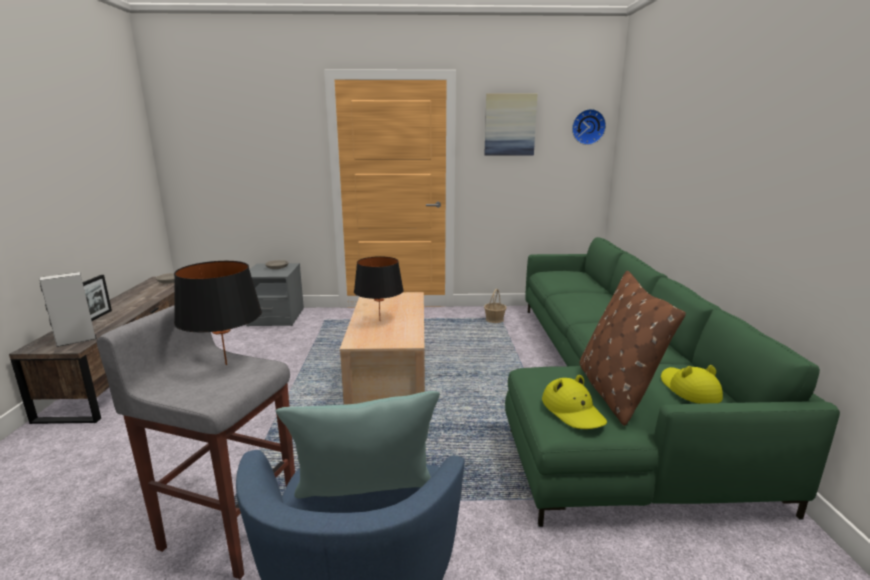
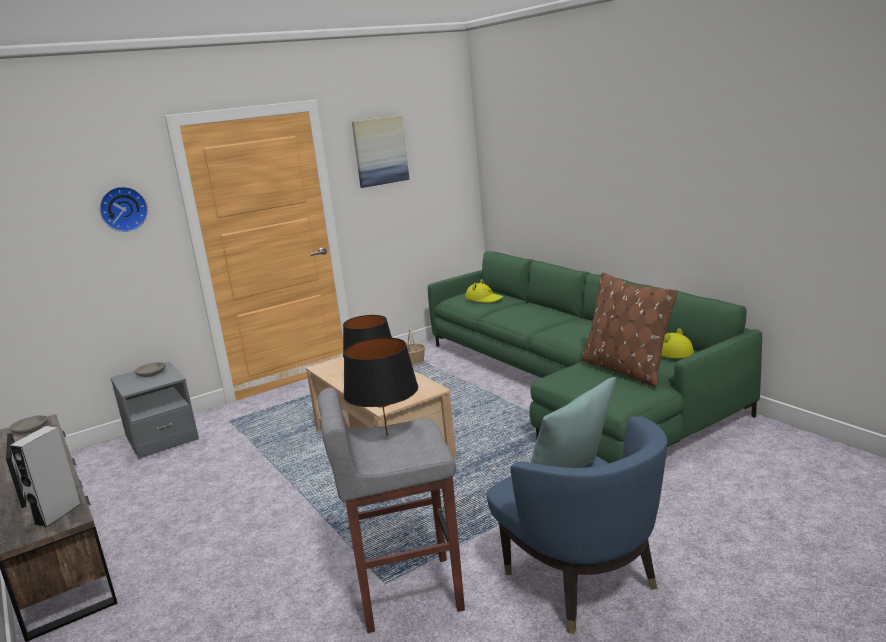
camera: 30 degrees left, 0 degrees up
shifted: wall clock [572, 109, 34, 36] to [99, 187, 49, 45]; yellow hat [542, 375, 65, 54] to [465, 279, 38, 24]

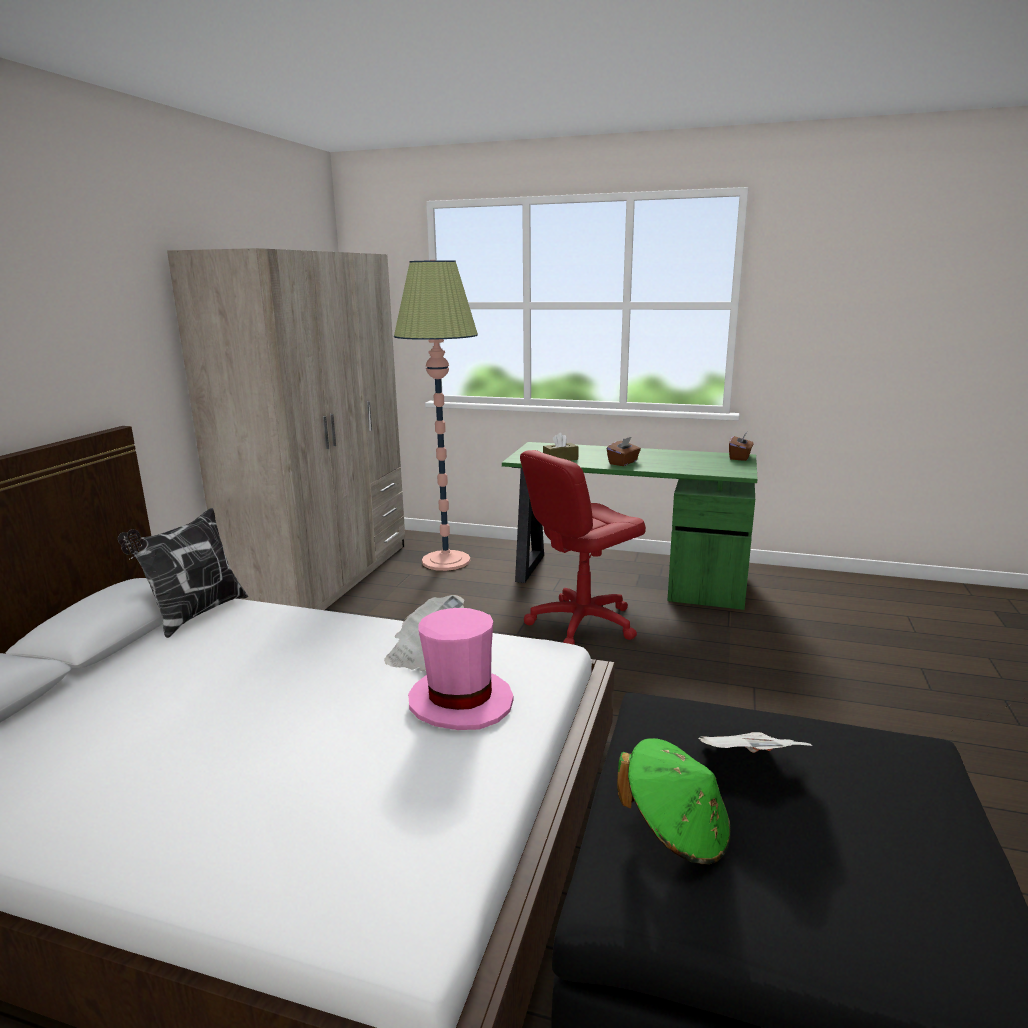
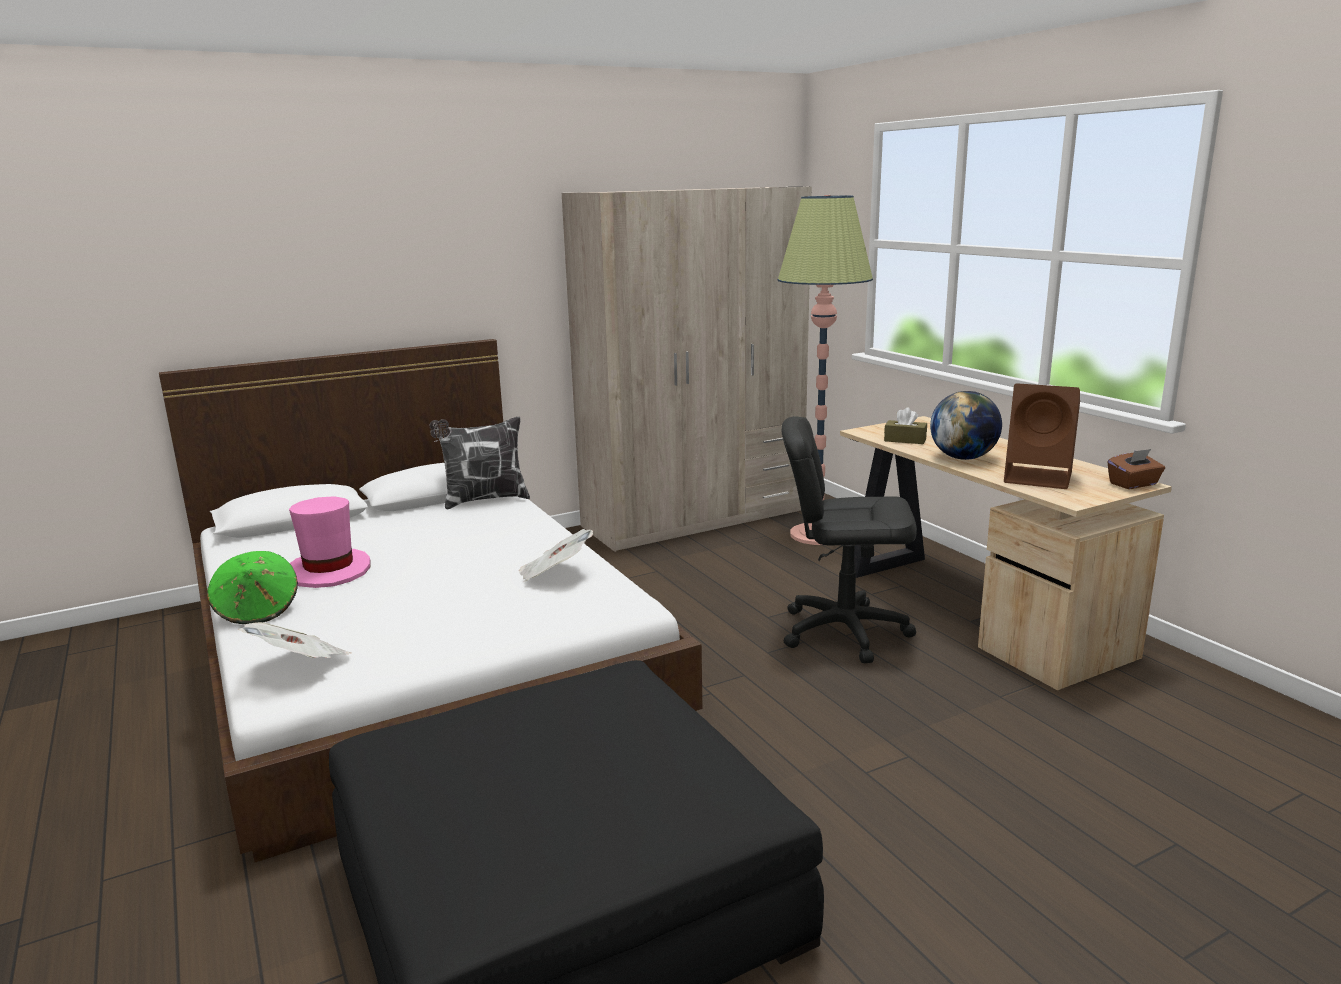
camera: 45 degrees right, 0 degrees up
new: brown speaker [1004, 383, 76, 106]
shifted: pink hat [408, 608, 105, 122] to [289, 496, 82, 92]; newspaper [699, 732, 113, 21] to [238, 622, 114, 36]; green hat [617, 738, 114, 126] to [207, 551, 91, 73]
swapped: brown tissue box [607, 437, 34, 29] to globe [930, 391, 72, 69]
repainted: green desk [502, 442, 256, 168] to beige desk [840, 416, 332, 274]; red office chair [520, 450, 126, 195] to black office chair [782, 417, 135, 246]

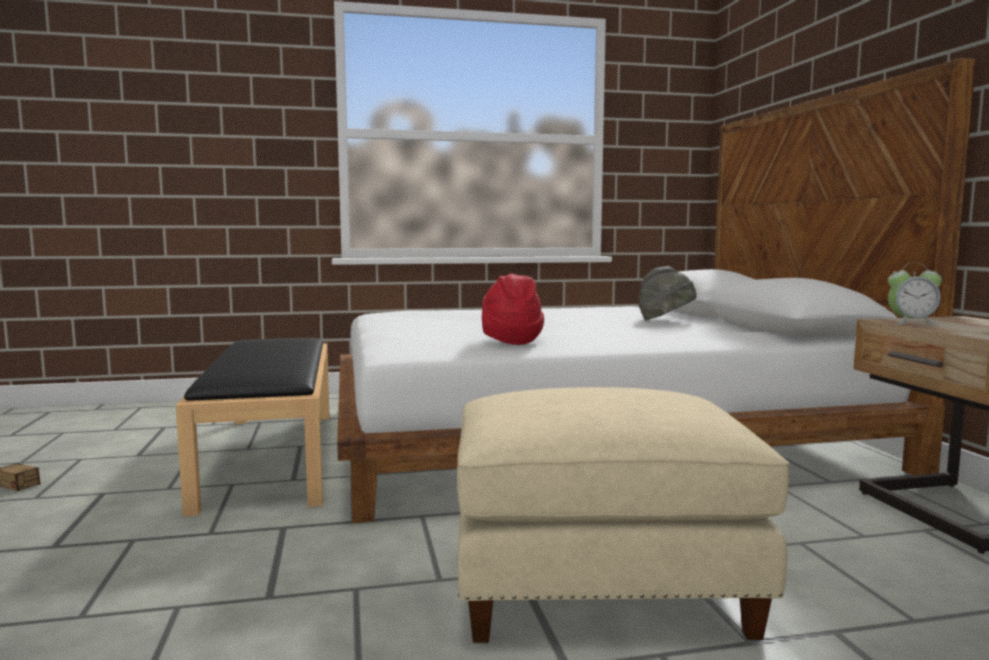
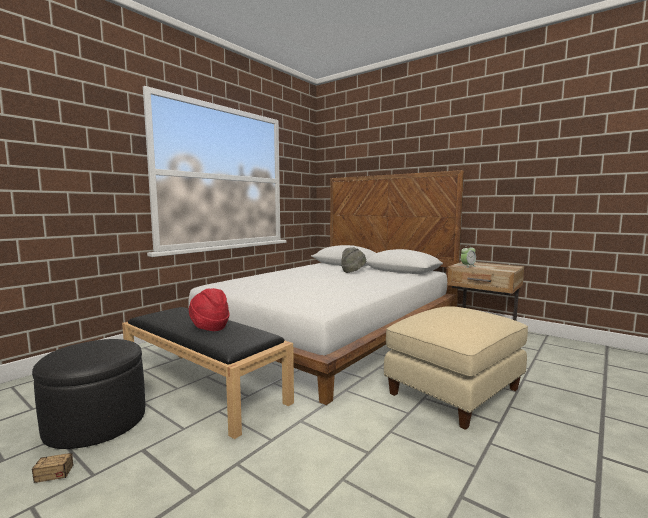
camera: 40 degrees left, 0 degrees up
new: black ottoman [32, 339, 113, 110]
shifted: red hat [482, 273, 62, 72] to [188, 288, 41, 43]

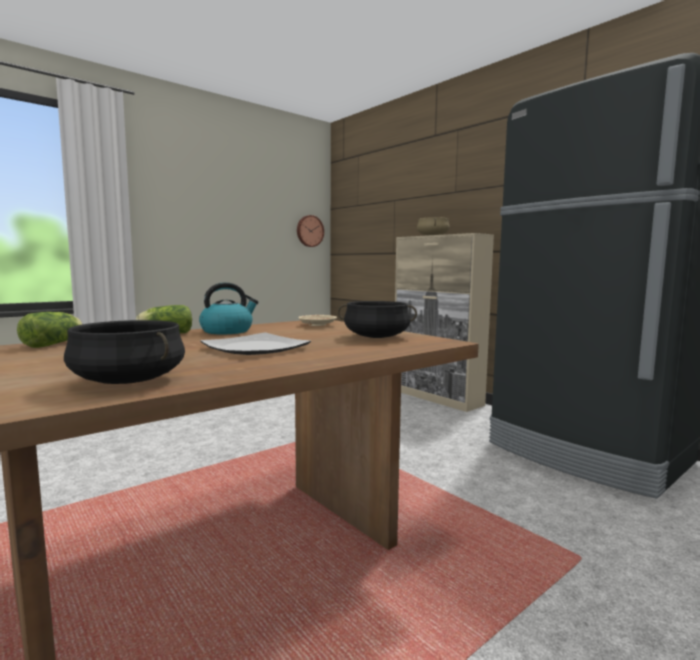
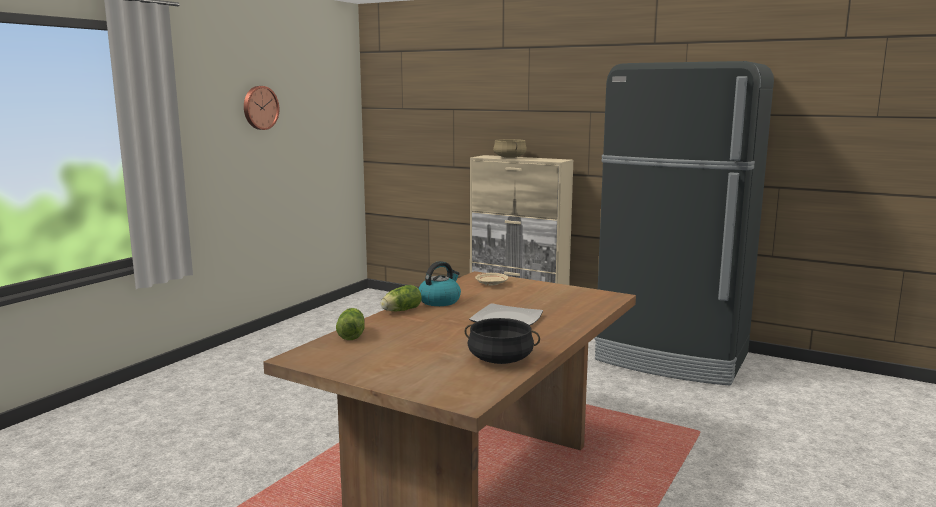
camera: 20 degrees left, 5 degrees up
gone: black cooking pot [338, 301, 79, 37]
shifted: wall clock [297, 215, 27, 32] to [244, 86, 35, 44]

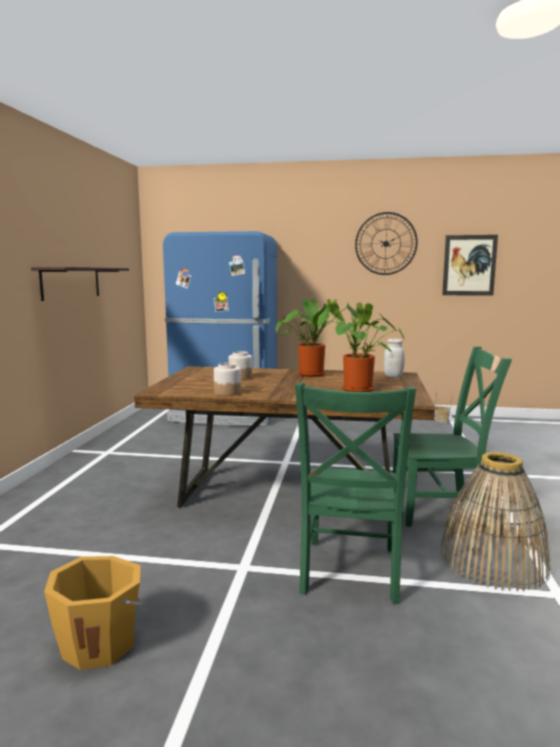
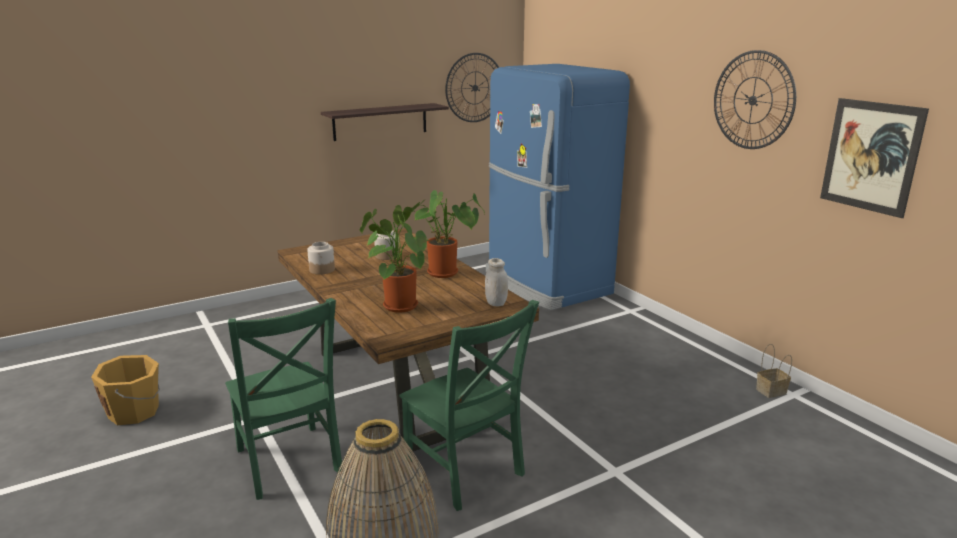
camera: 50 degrees right, 10 degrees up
new: wall clock [445, 53, 54, 69]
rotated: green chair [295, 383, 121, 221] = [225, 298, 118, 202] 90 degrees counterclockwise

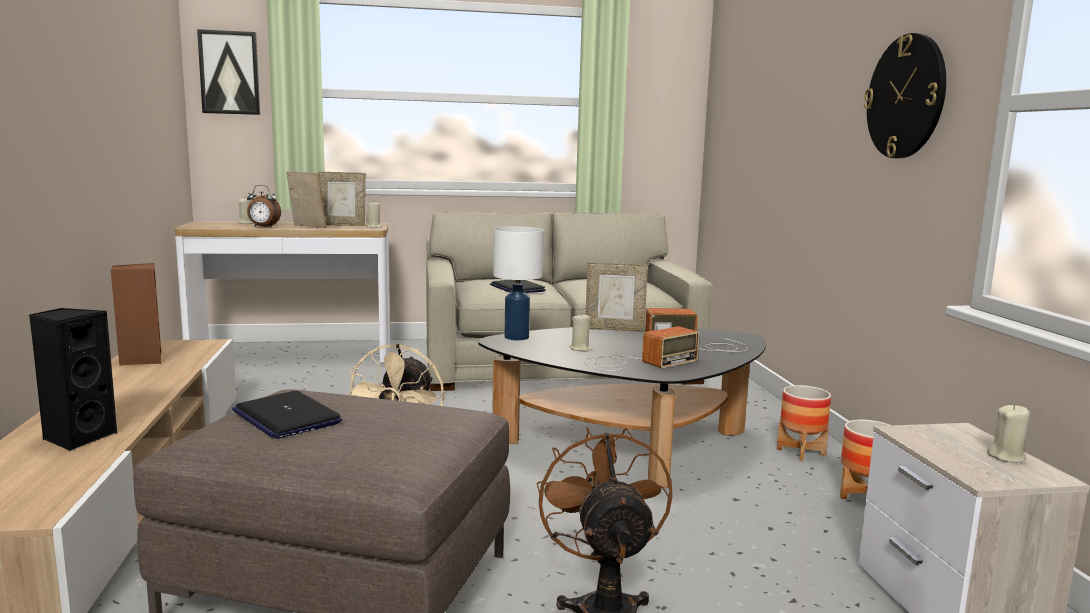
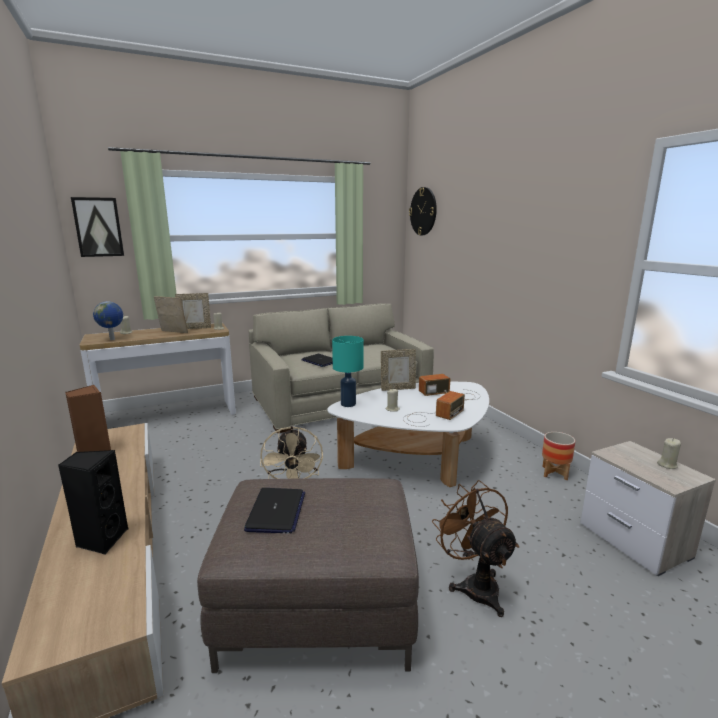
camera: 15 degrees left, 5 degrees up
gone: alarm clock [247, 185, 34, 43]; planter [777, 385, 54, 76]
new: globe [93, 301, 30, 39]
shifted: wall clock [864, 33, 82, 125] to [409, 187, 28, 48]
repainted: white table lamp [493, 227, 51, 113] to turquoise table lamp [332, 336, 32, 71]; black coffee table [478, 327, 288, 161] to white coffee table [327, 382, 162, 105]
rotated: laptop [232, 391, 110, 48] = [244, 488, 61, 45] 120 degrees counterclockwise

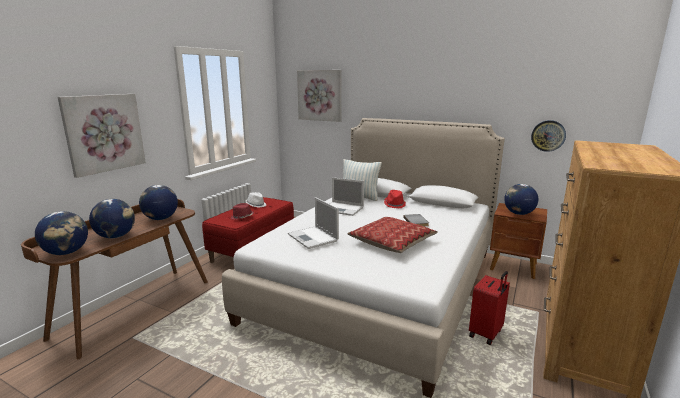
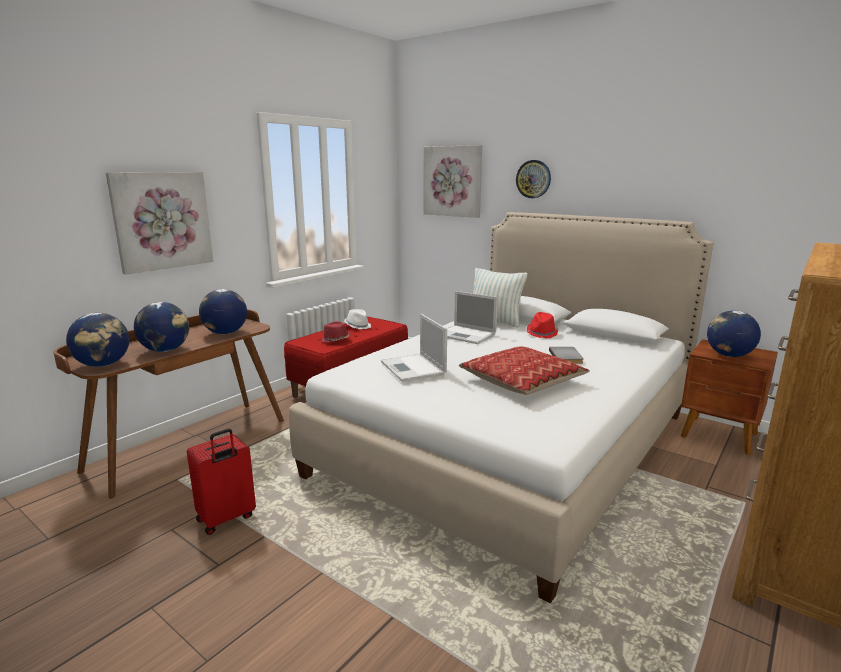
camera: 10 degrees right, 0 degrees up
shifted: wall clock [531, 120, 35, 32] to [516, 160, 35, 38]; red suitcase [469, 271, 41, 74] to [187, 429, 69, 106]

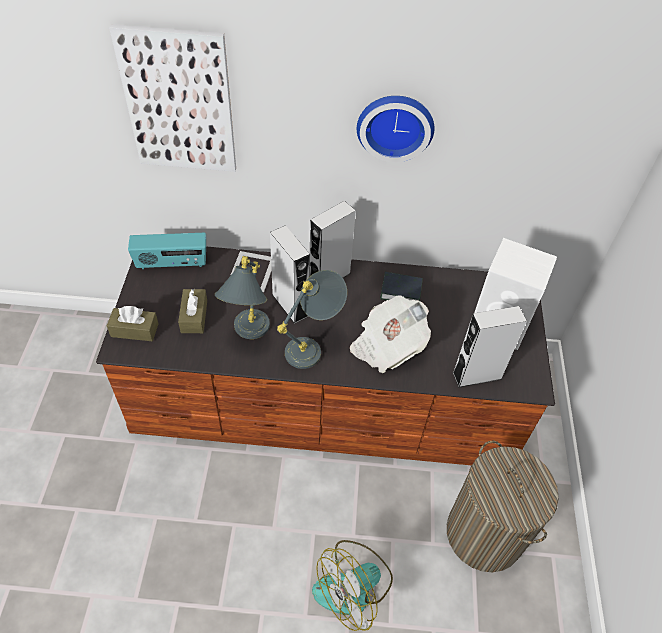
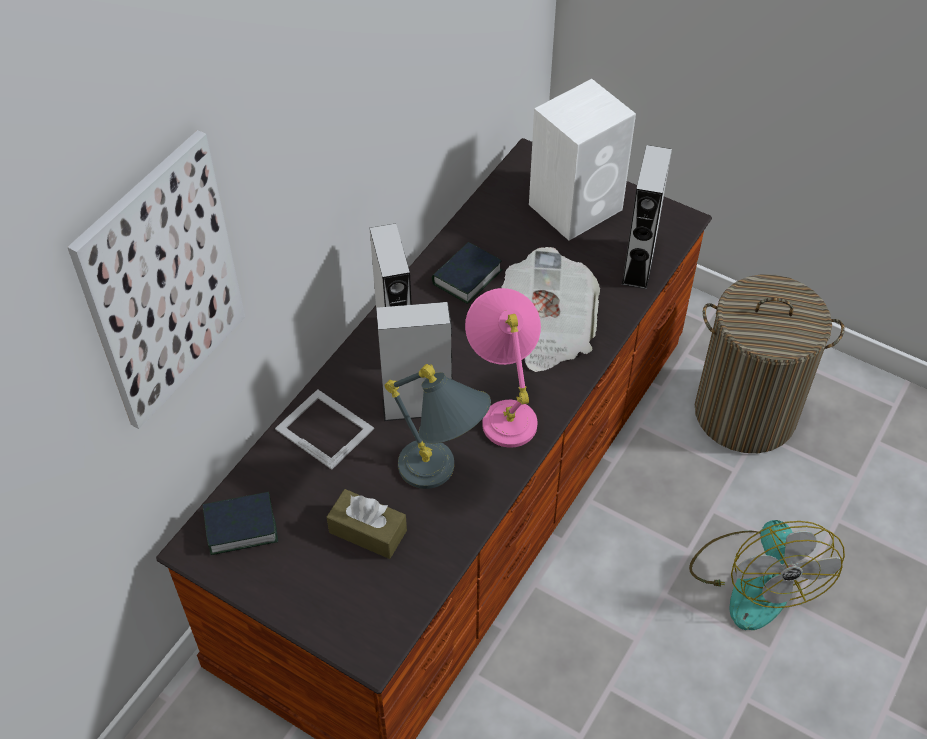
camera: 60 degrees left, 0 degrees up
gone: wall clock [357, 96, 78, 66]; brown tissue box [107, 306, 52, 35]
swapped: radio [128, 233, 78, 36] to book [202, 492, 76, 63]
repainted: grey table lamp [277, 270, 70, 99] to pink table lamp [465, 288, 76, 159]

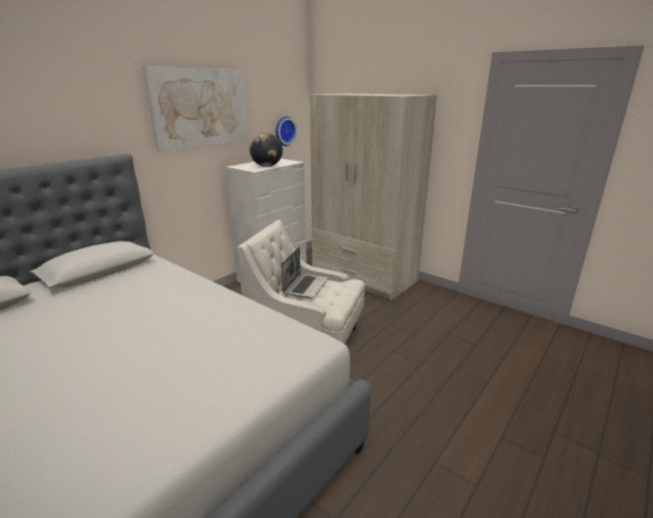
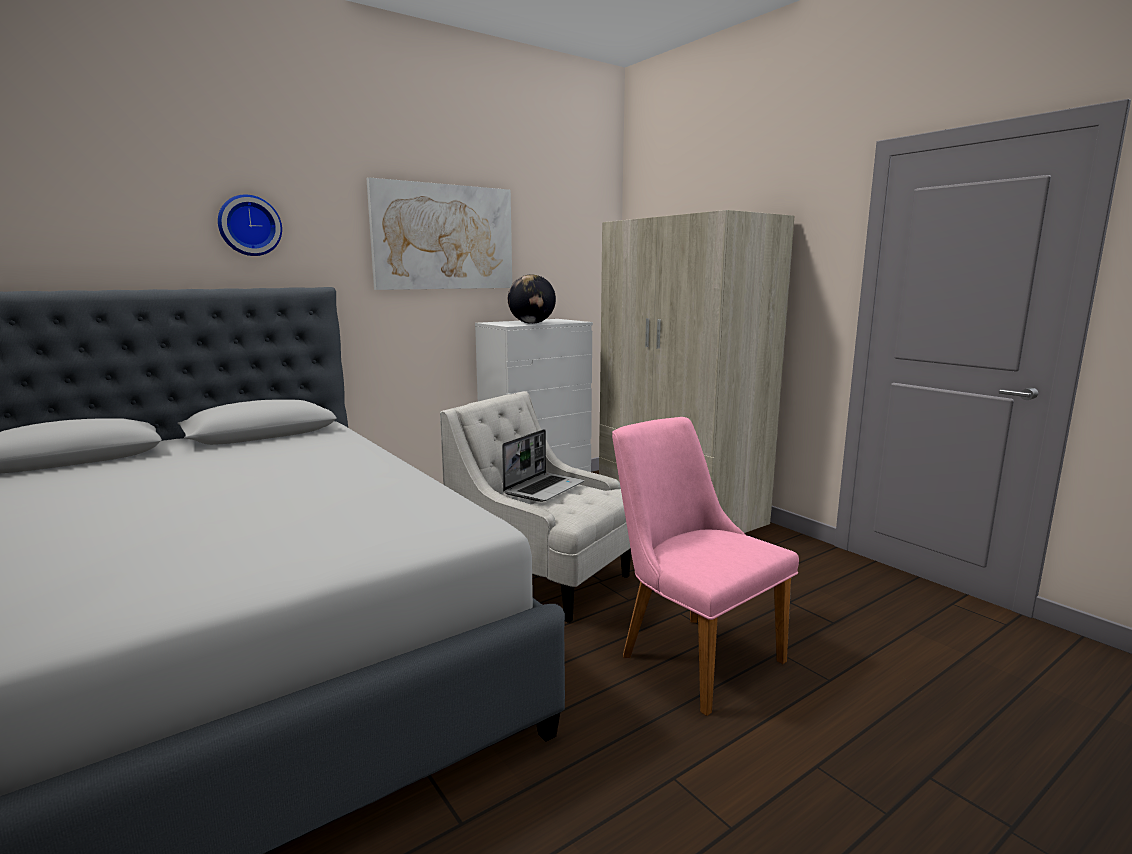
camera: 15 degrees right, 10 degrees down
new: pink chair [612, 417, 187, 299]
shifted: wall clock [276, 116, 21, 30] to [218, 195, 64, 61]

